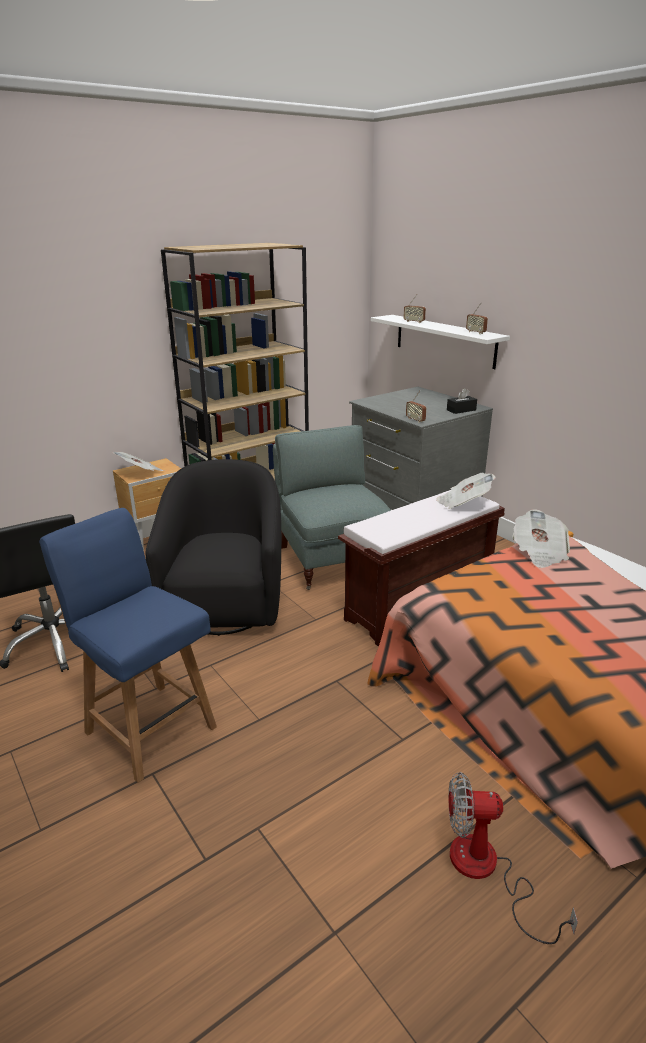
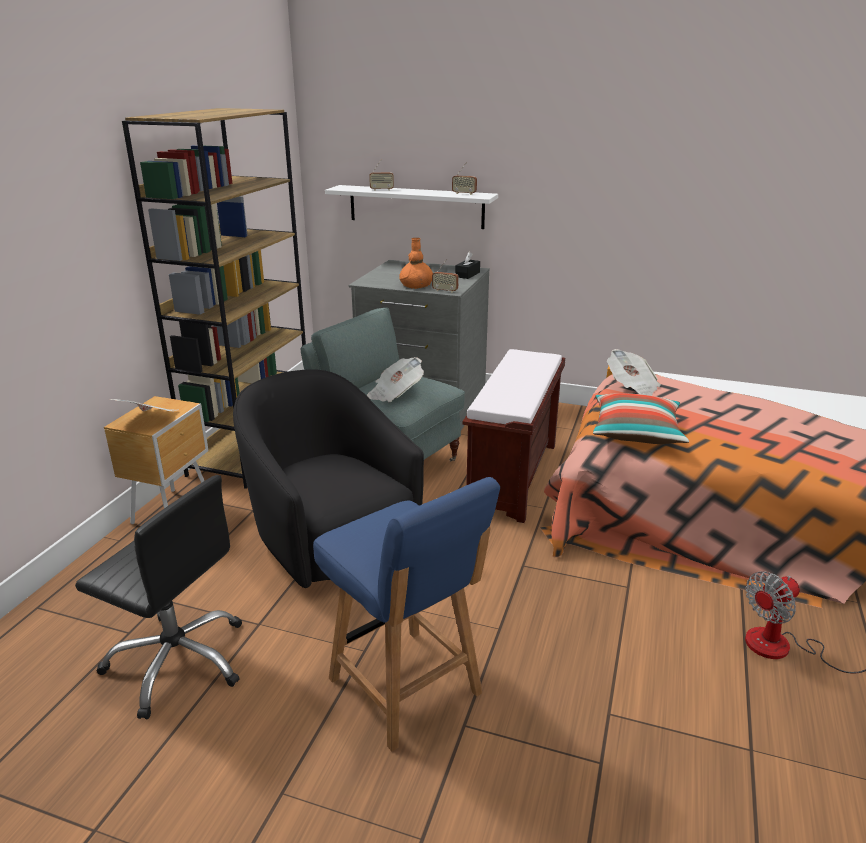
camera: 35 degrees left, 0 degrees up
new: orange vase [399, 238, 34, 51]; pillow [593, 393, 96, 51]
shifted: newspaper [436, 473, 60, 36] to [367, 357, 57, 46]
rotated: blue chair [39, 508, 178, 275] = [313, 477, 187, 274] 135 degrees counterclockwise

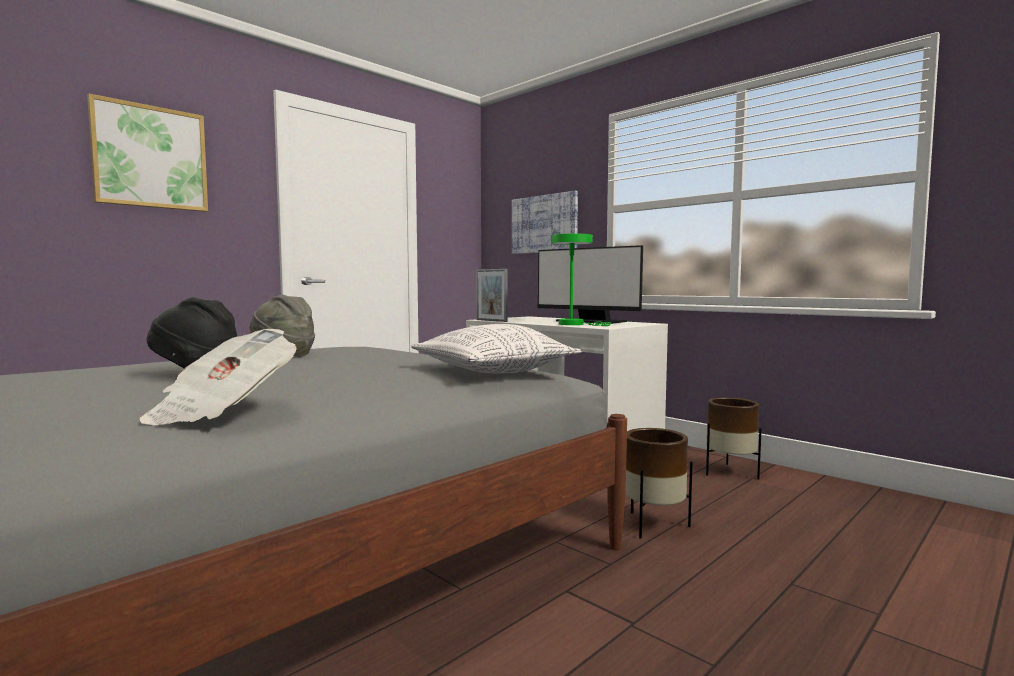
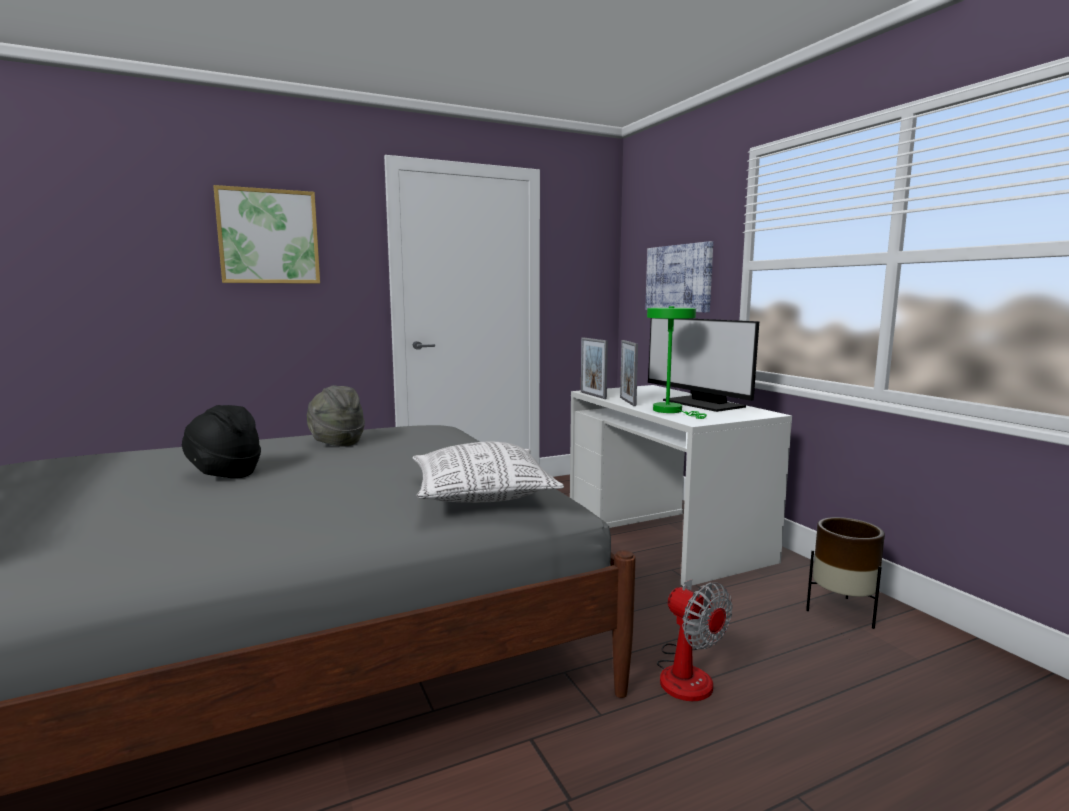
camera: 20 degrees right, 5 degrees up
gone: newspaper [140, 329, 157, 96]
new: picture frame [620, 340, 18, 66]
swapped: brown planter [625, 428, 68, 111] to fan [657, 579, 76, 122]

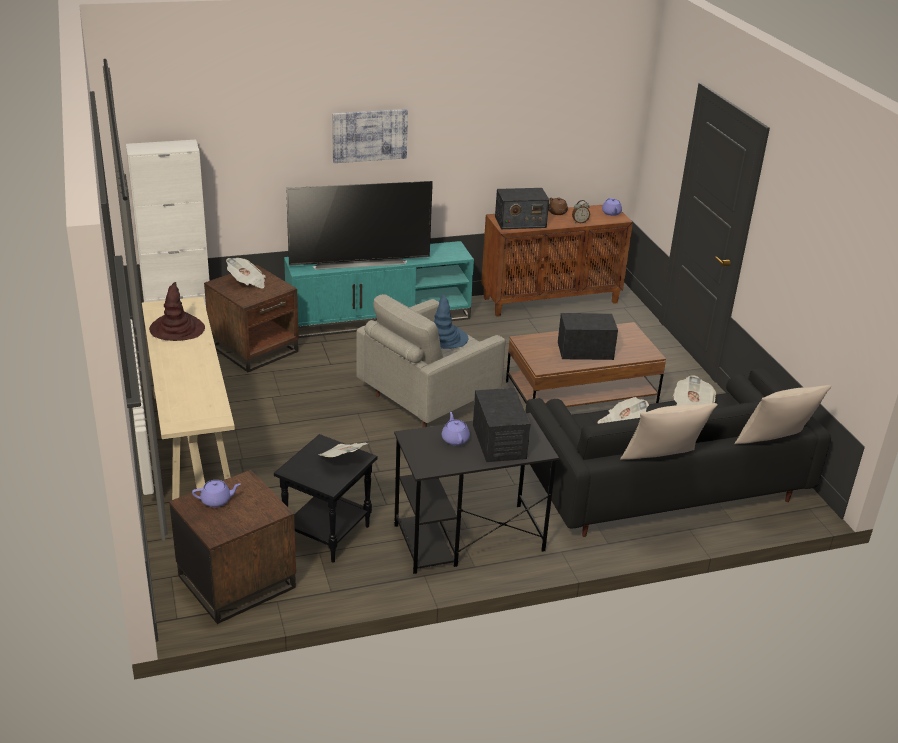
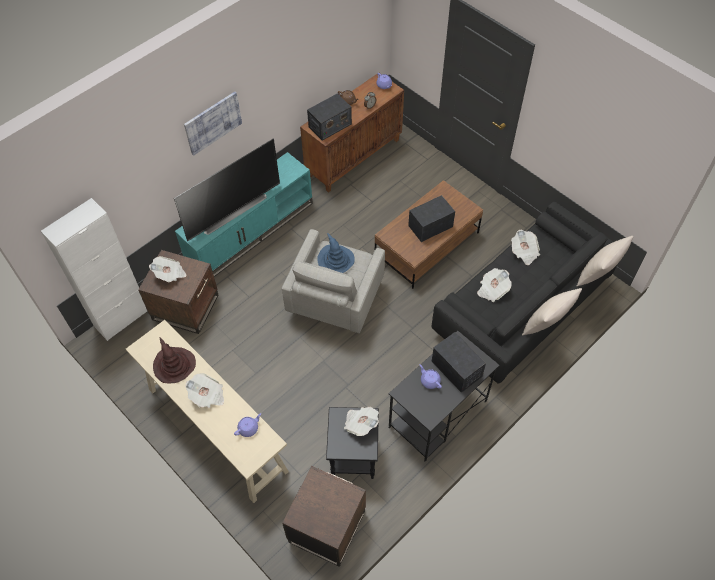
camera: 25 degrees left, 25 degrees up
new: newspaper [185, 373, 39, 35]
shifted: purple teapot [192, 480, 49, 27] to [234, 413, 27, 24]

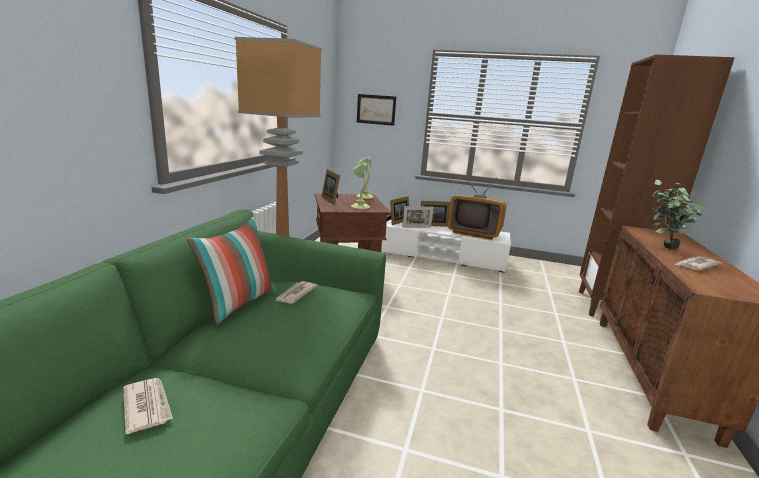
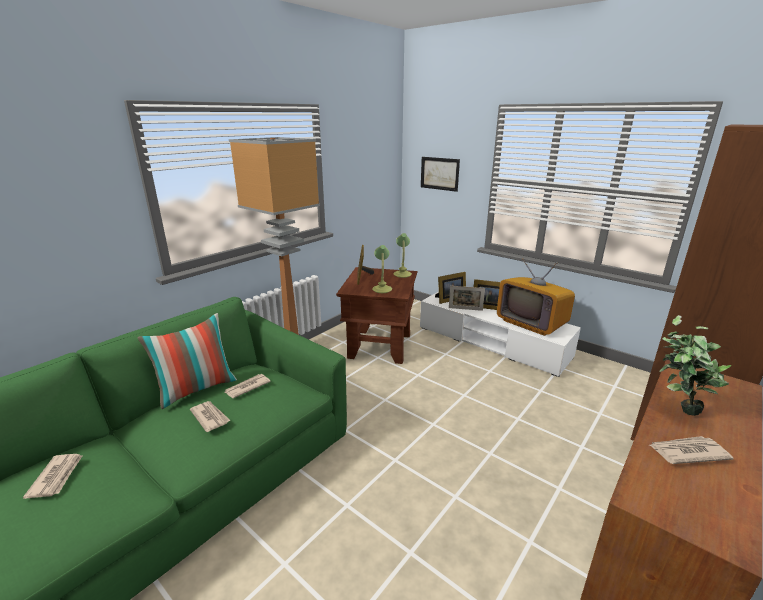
camera: 25 degrees right, 5 degrees up
new: newspaper [190, 401, 40, 31]

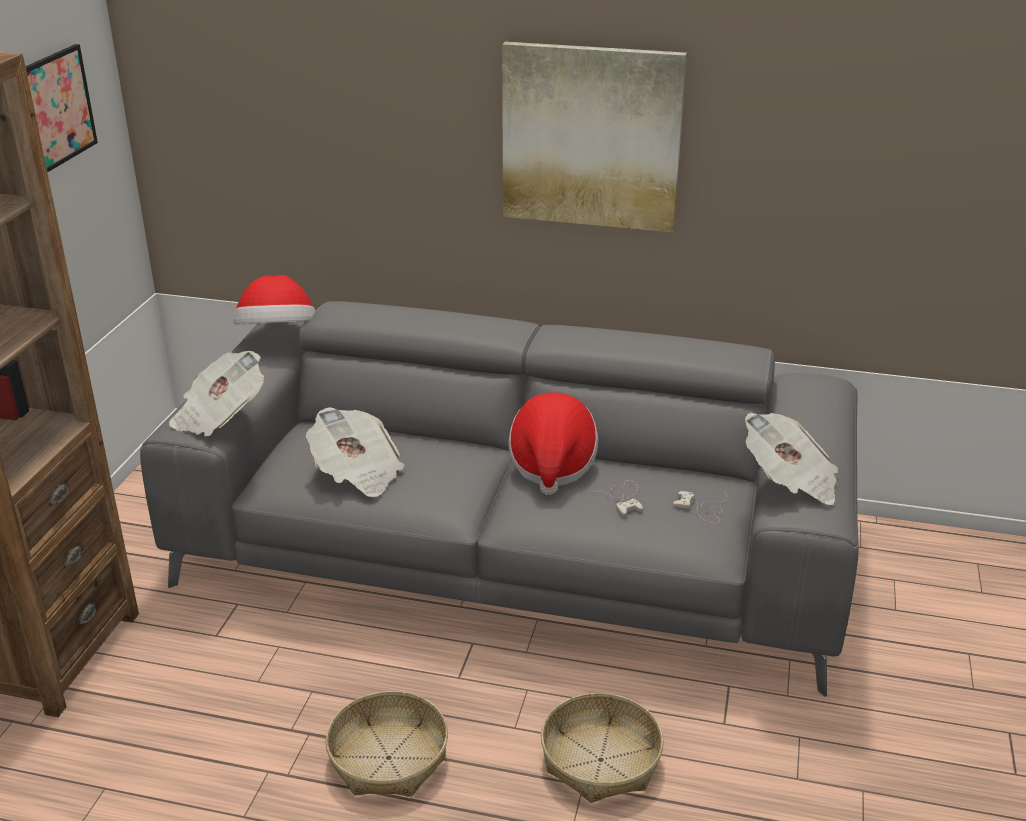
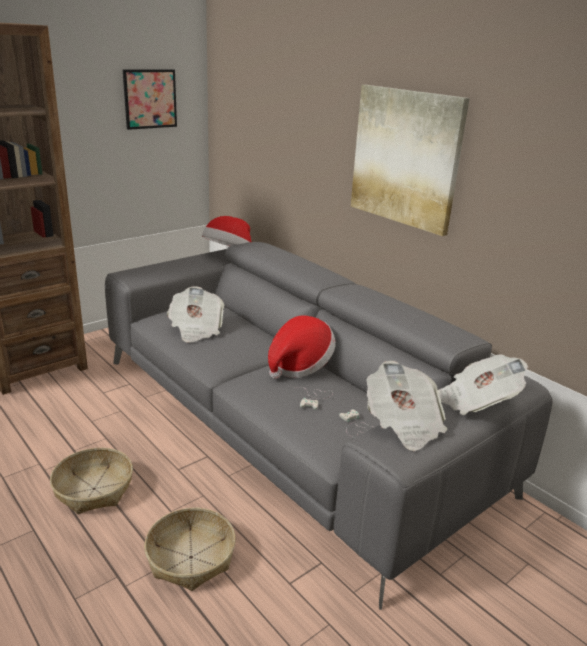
camera: 35 degrees right, 5 degrees down
shifted: newspaper [169, 351, 95, 85] to [438, 354, 90, 61]

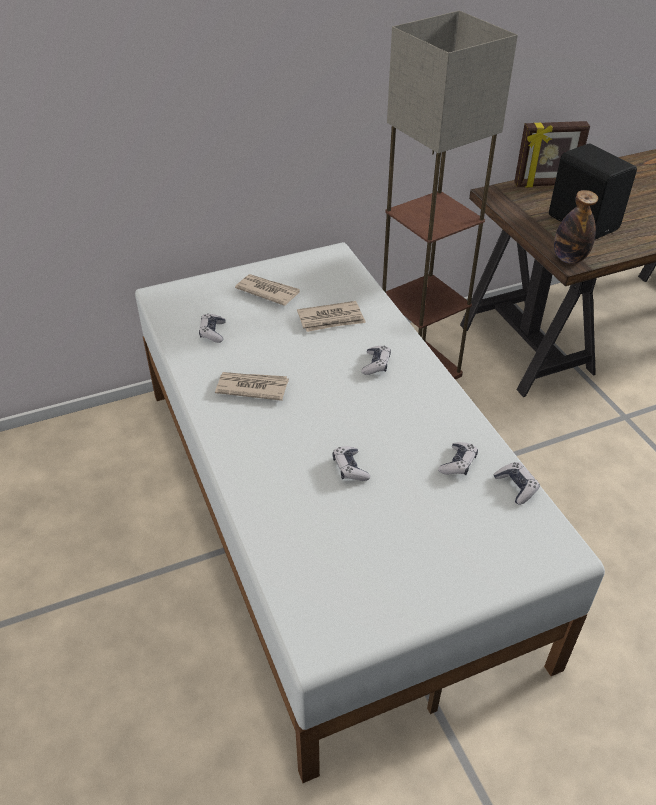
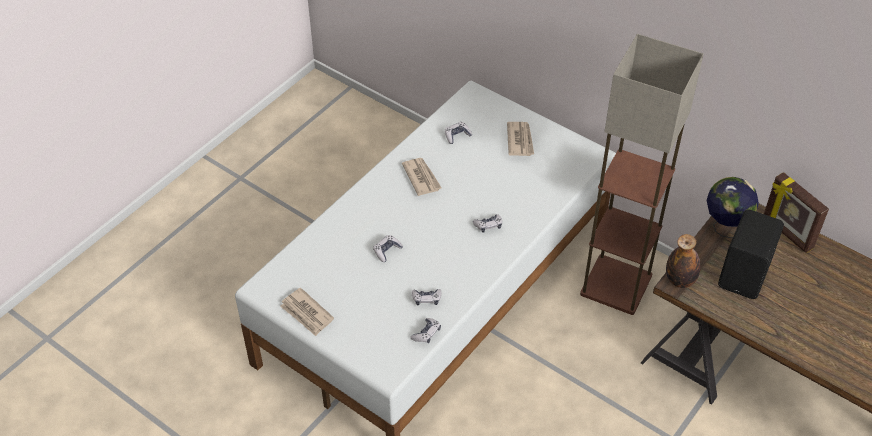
camera: 60 degrees right, 5 degrees up
new: globe [707, 177, 52, 61]
shifted: newspaper [297, 301, 69, 31] to [280, 288, 54, 48]

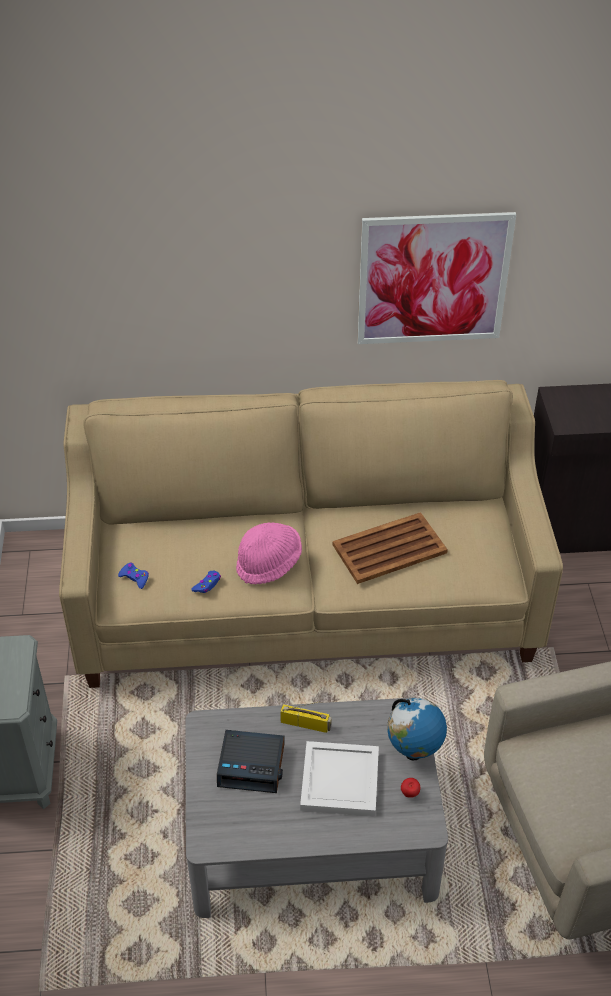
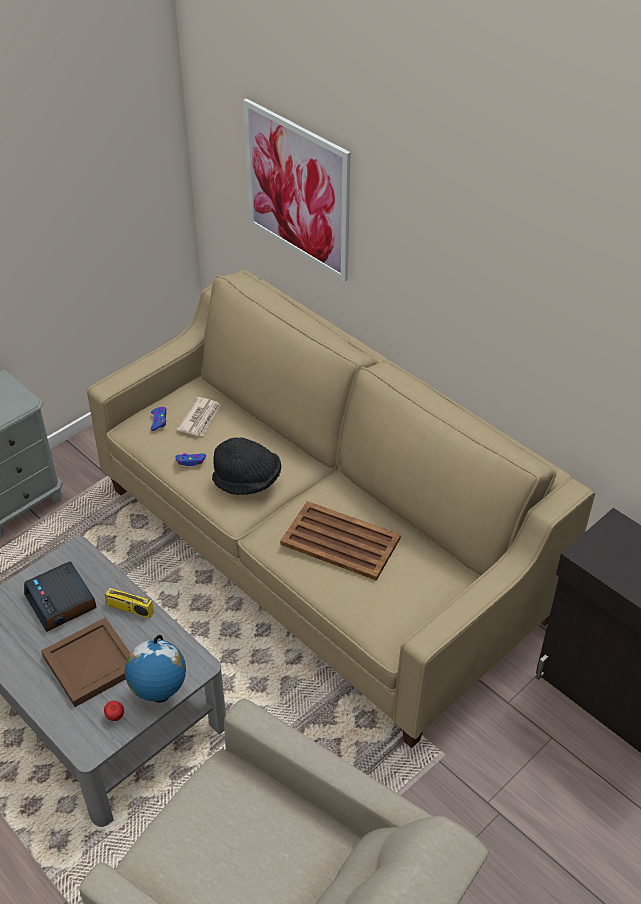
camera: 50 degrees right, 0 degrees up
new: newspaper [176, 397, 44, 39]
shifted: picture [357, 212, 159, 132] to [243, 98, 108, 184]
repainted: pink hat [236, 522, 66, 62] to black hat [212, 437, 69, 58]; white tray [300, 741, 79, 75] to brown tray [41, 617, 89, 90]
rotated: radio [280, 701, 52, 32] = [105, 573, 49, 46] 135 degrees clockwise

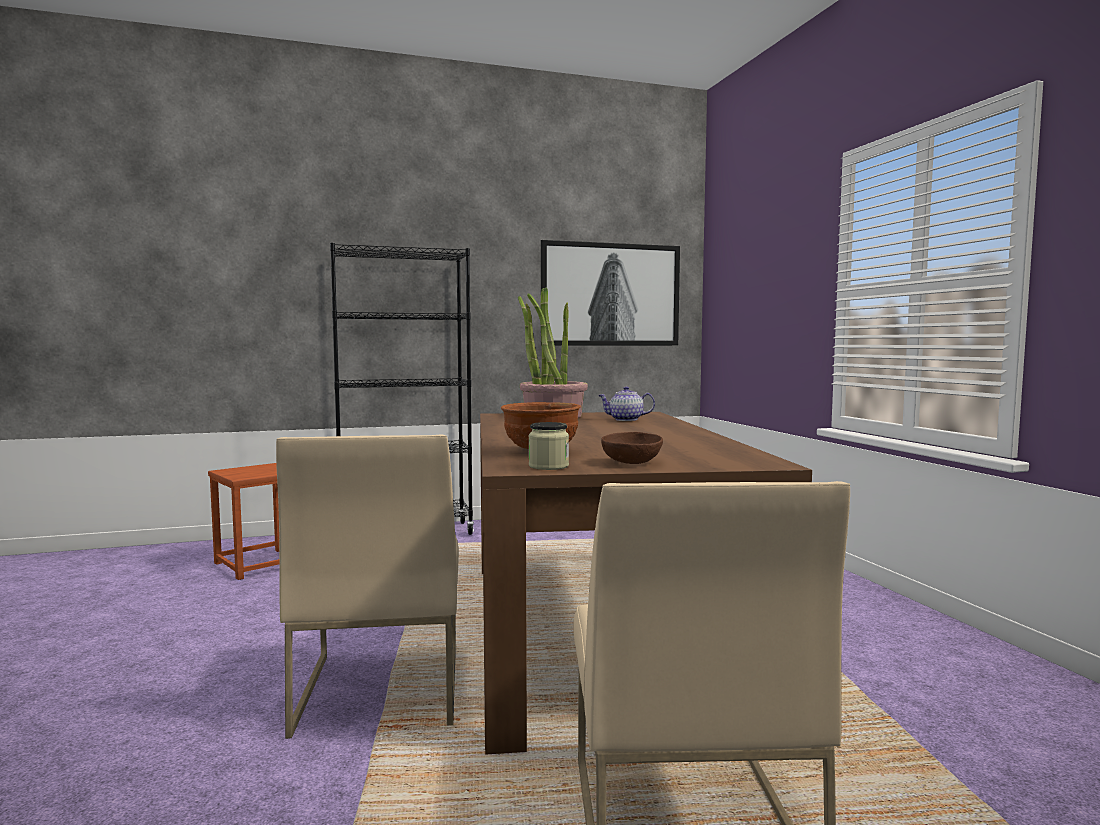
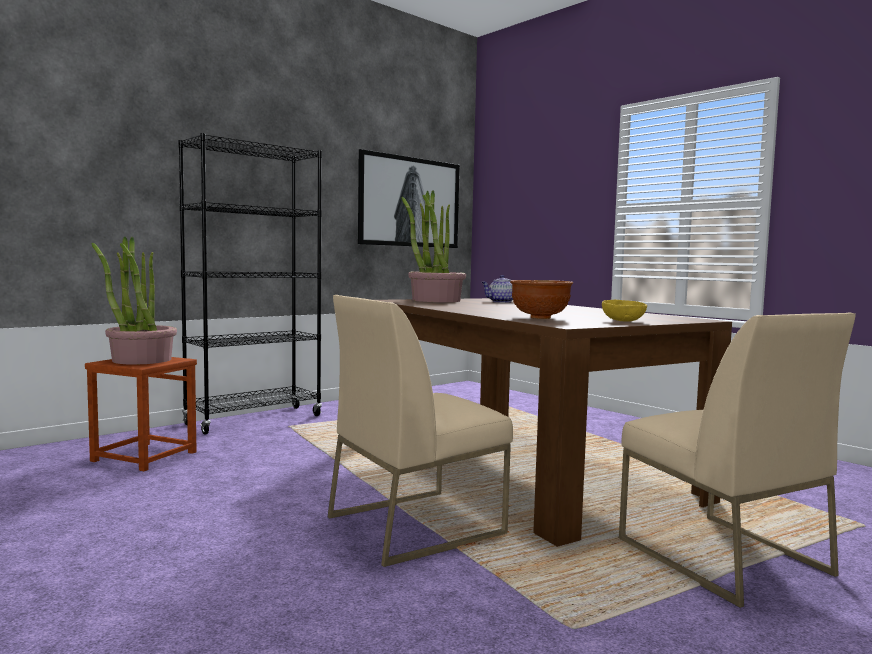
camera: 25 degrees left, 0 degrees up
gone: jar [529, 422, 40, 48]
new: potted plant [91, 237, 86, 127]
repainted: brown bowl [601, 432, 62, 32] to yellow bowl [602, 300, 45, 22]
rotated: beige chair [276, 435, 183, 304] = [328, 295, 185, 272] 90 degrees clockwise

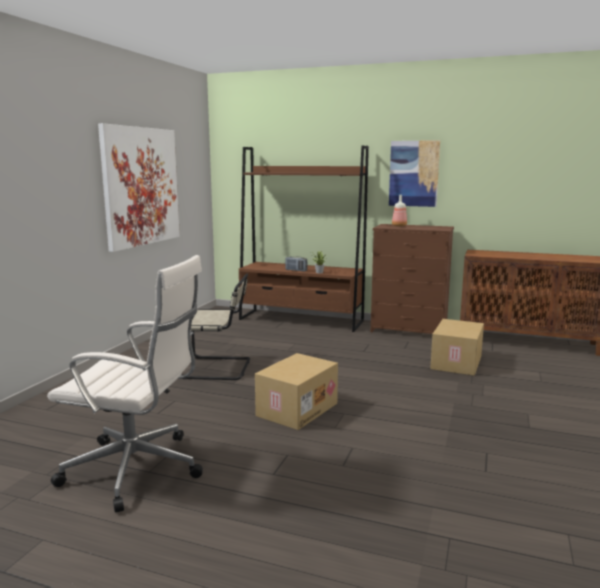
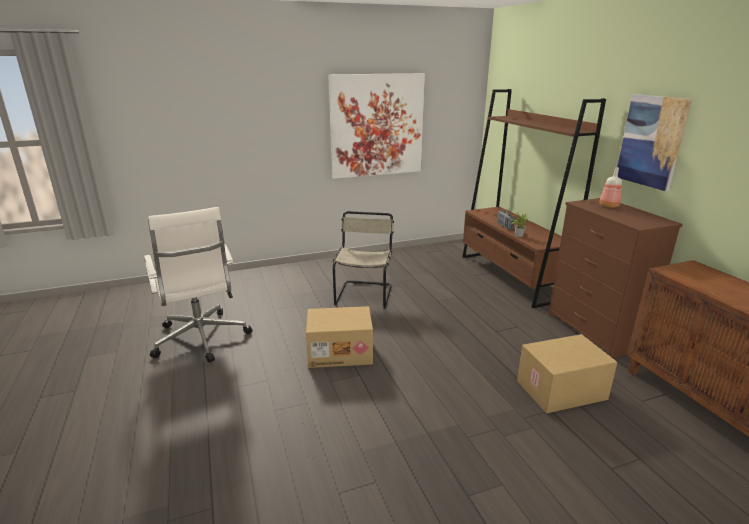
camera: 50 degrees right, 10 degrees up
rotated: beige chair [181, 274, 69, 106] = [333, 211, 61, 98] 135 degrees counterclockwise

